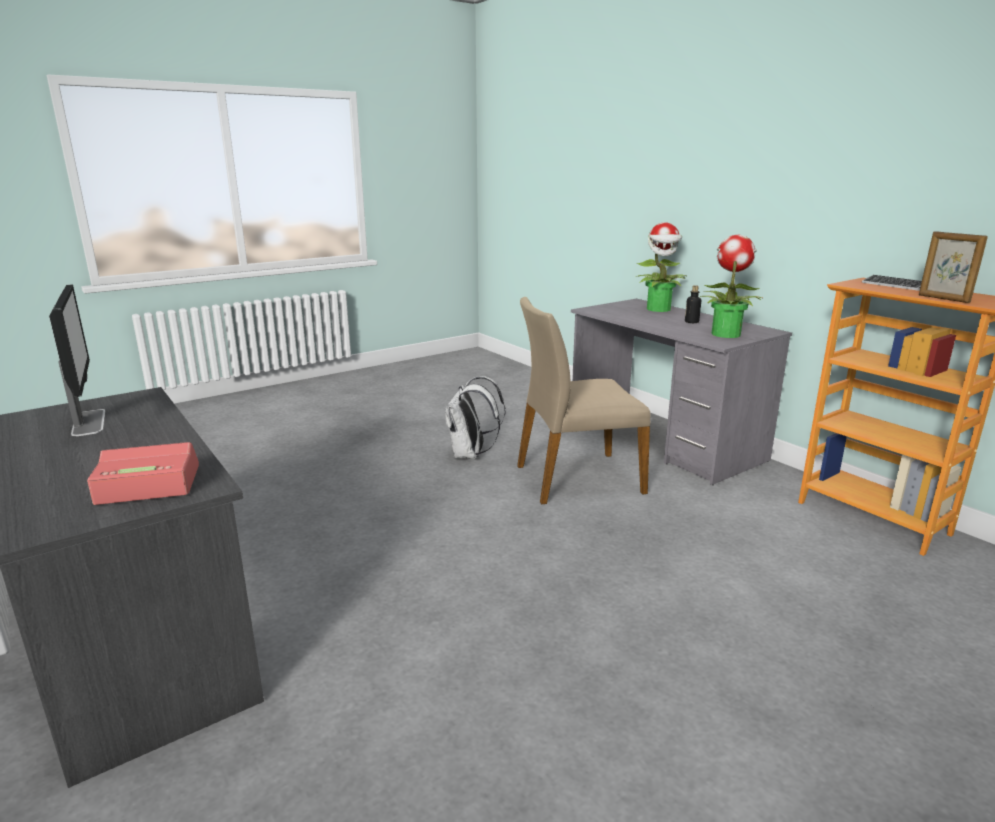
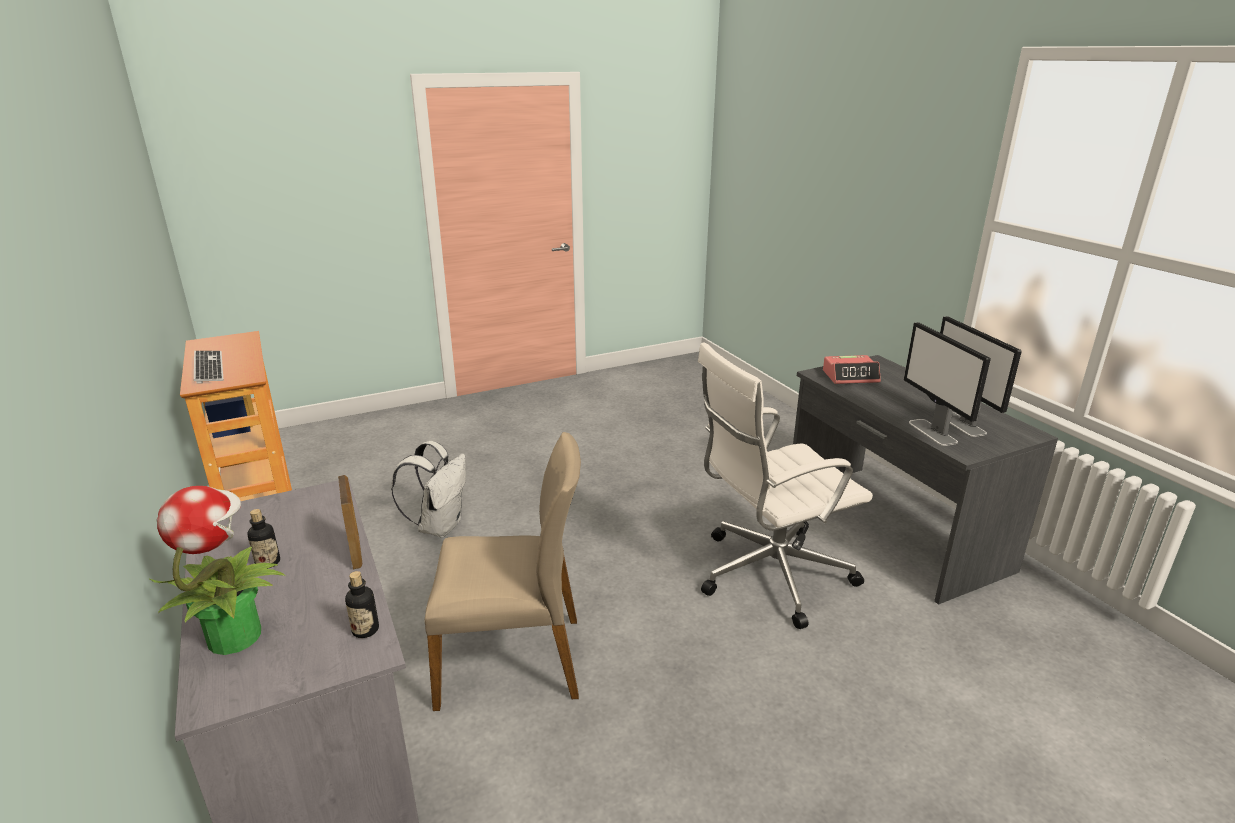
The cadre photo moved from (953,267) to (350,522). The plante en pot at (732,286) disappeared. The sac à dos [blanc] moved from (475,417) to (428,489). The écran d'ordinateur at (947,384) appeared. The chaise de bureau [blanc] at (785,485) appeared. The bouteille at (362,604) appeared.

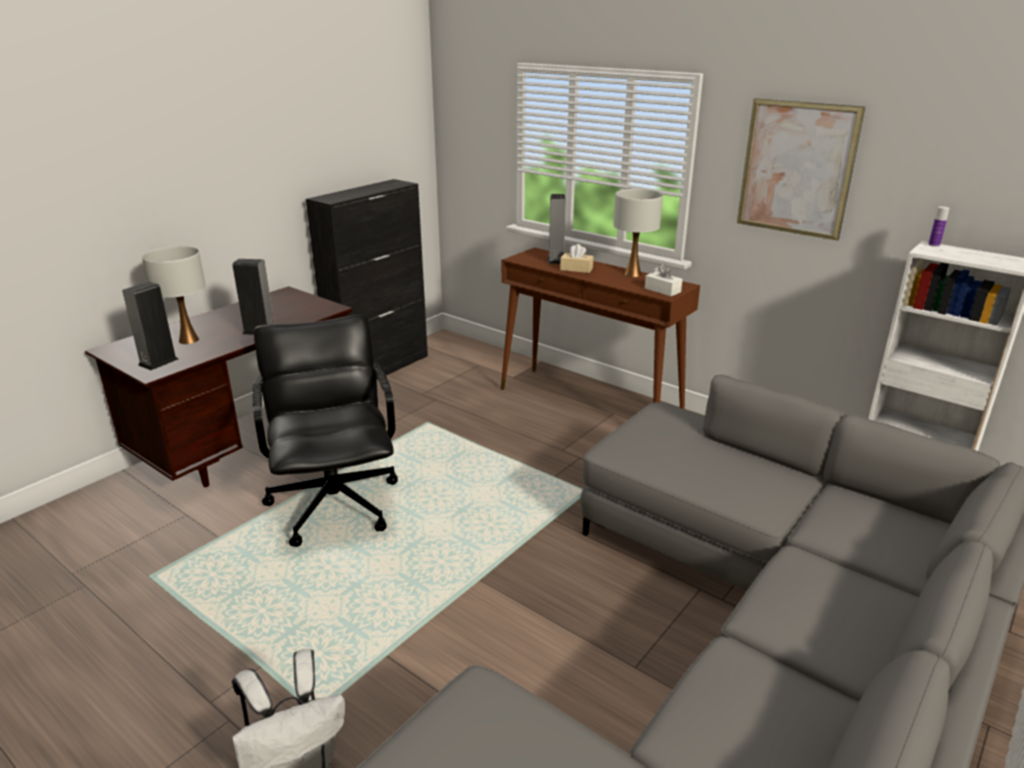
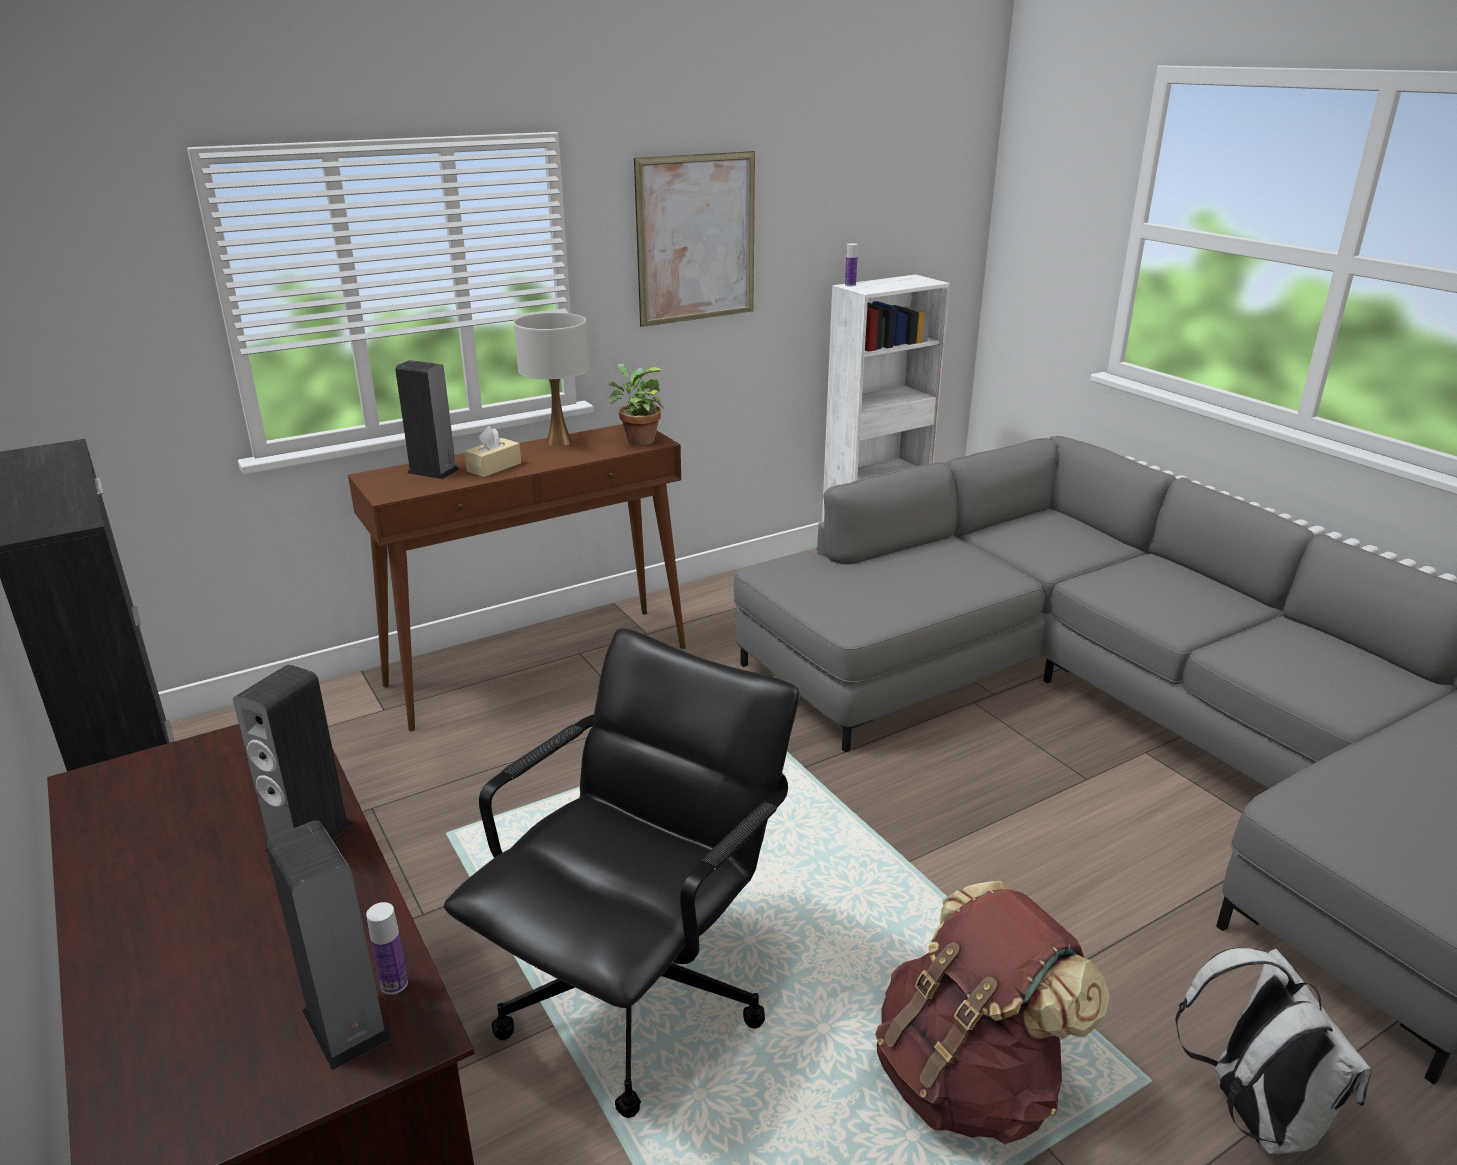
The lampe de table [blanc] at (174,295) disappeared. The boîte à mouchoirs [blanc] at (663,280) was replaced by the plante en pot at (636,404). The chaise de bureau [noir] at (325,431) turned 120 degrees clockwise. The sac à dos [marron] at (992,1013) appeared. The bouteille at (387,948) appeared.

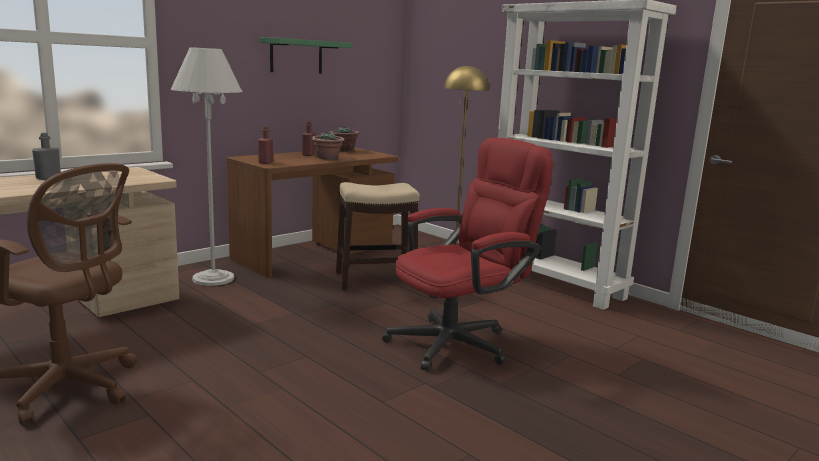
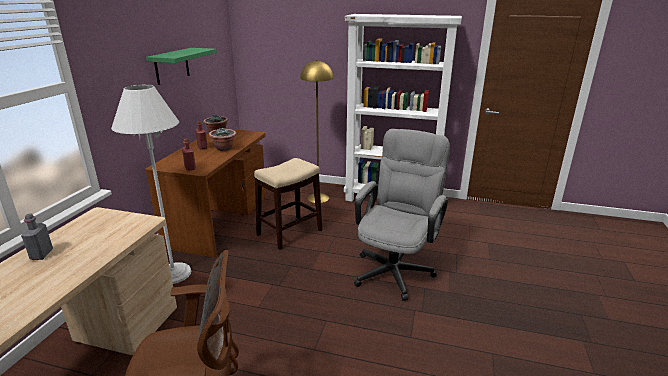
The chaise de bureau [rouge] at (467,254) became the chaise de bureau [gris] at (402,215).

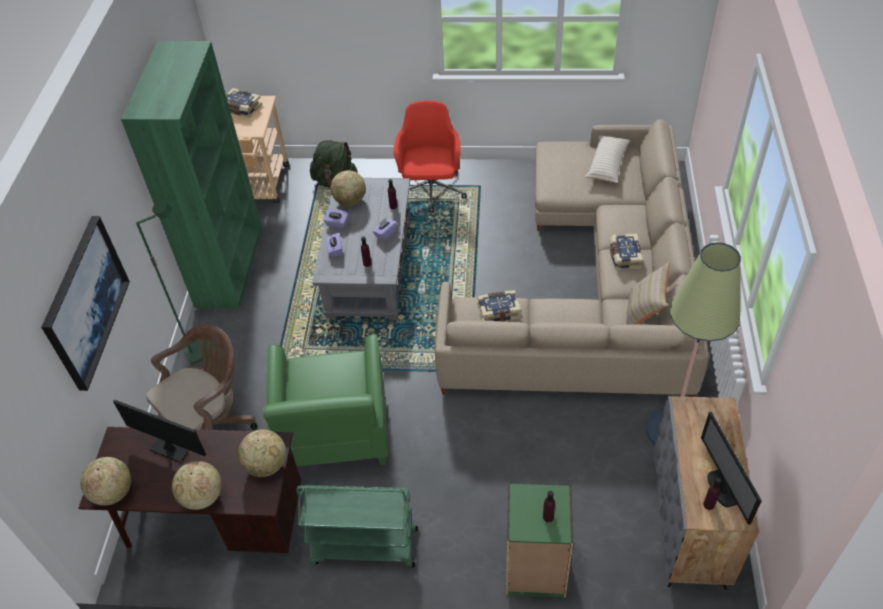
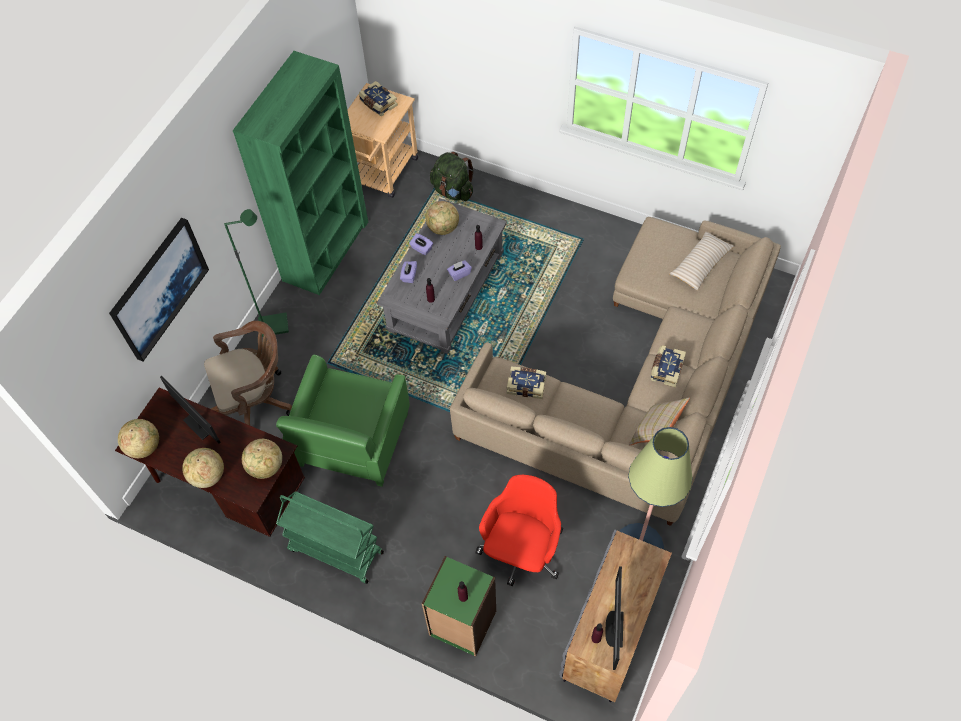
The chaise de bureau [rouge] moved from (430,156) to (519,530).

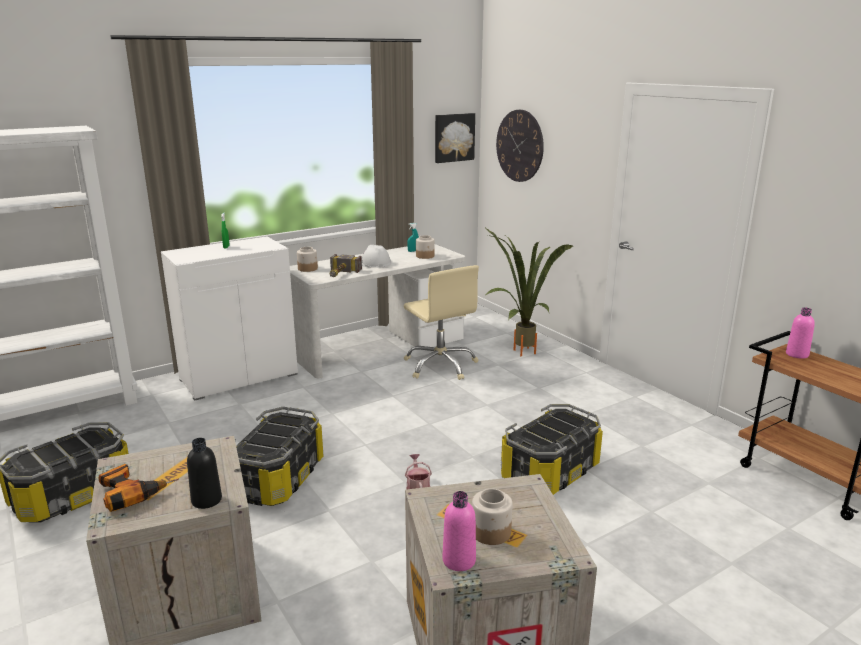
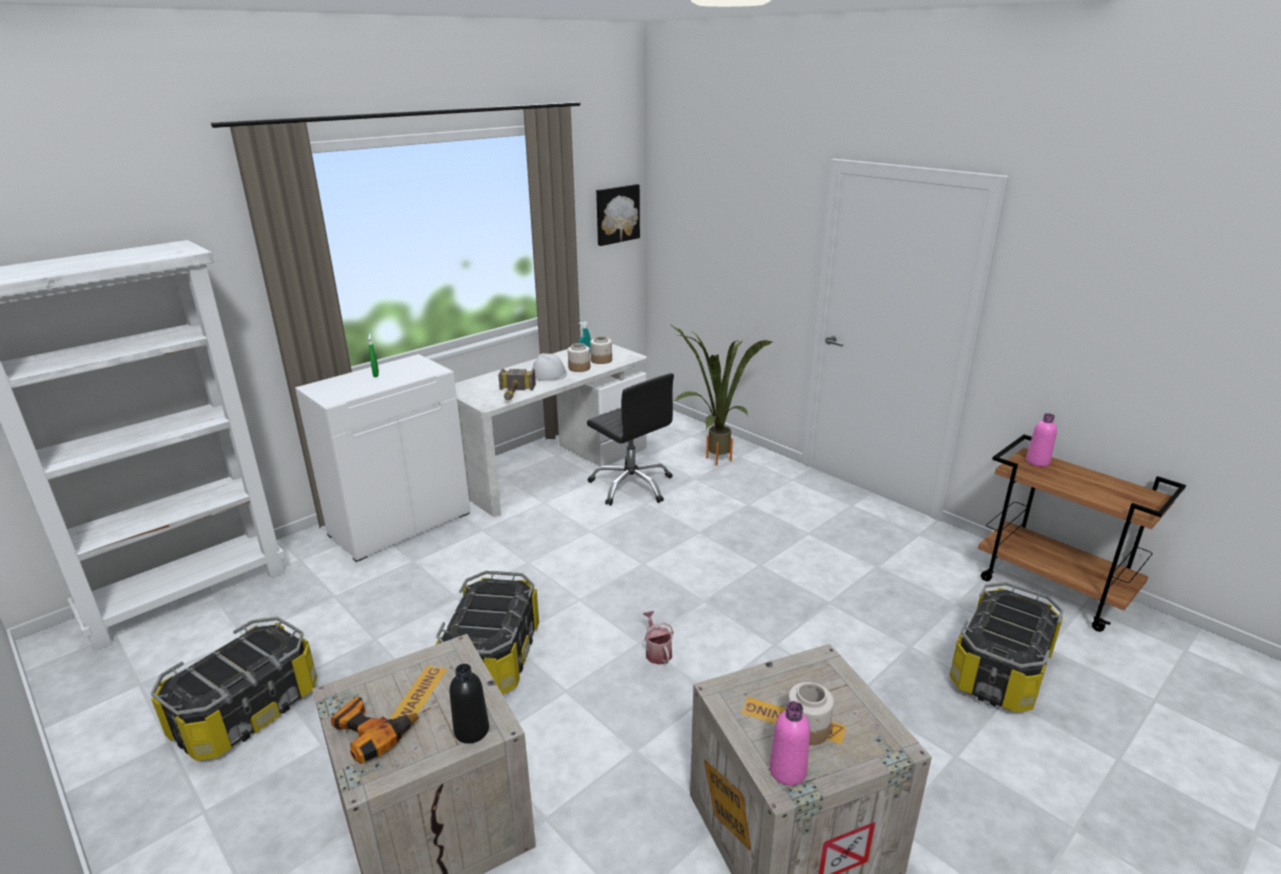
The horloge murale at (520,146) disappeared. The bocal moved from (307,259) to (579,357). The chaise de bureau [beige] at (441,322) became the chaise de bureau [noir] at (630,439). The boîte de rangement moved from (552,449) to (1006,647).

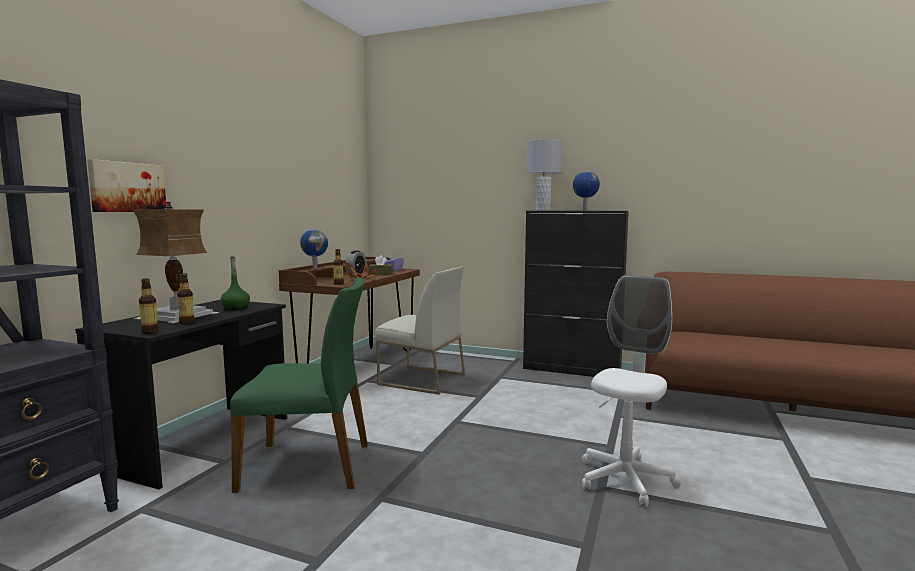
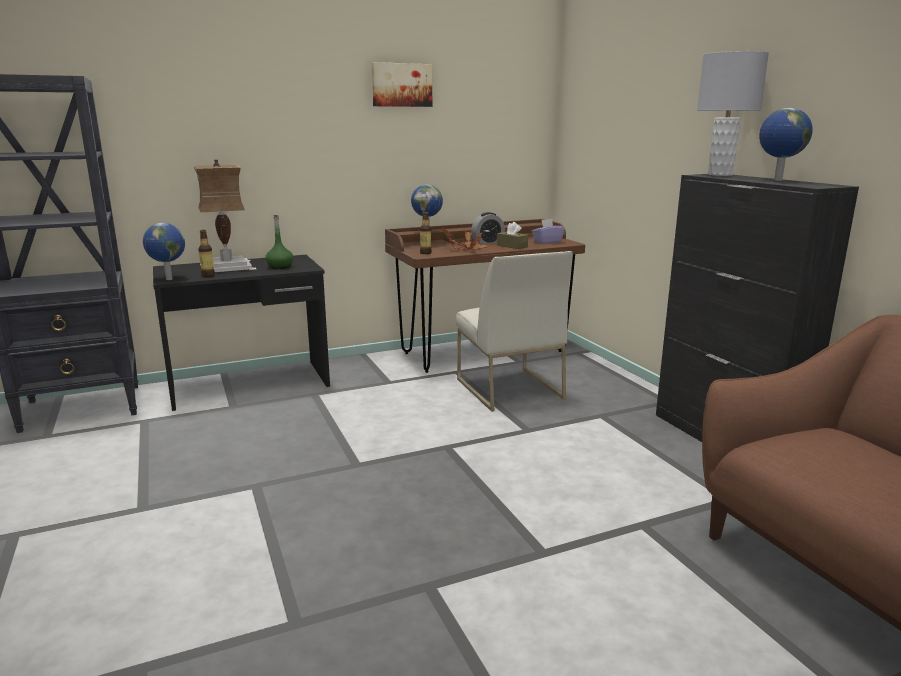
The tableau moved from (126,185) to (402,84). The chaise de bureau [blanc] at (631,391) disappeared. The chaise [vert] at (299,385) disappeared. The bouteille at (149,306) was replaced by the globe at (164,251).

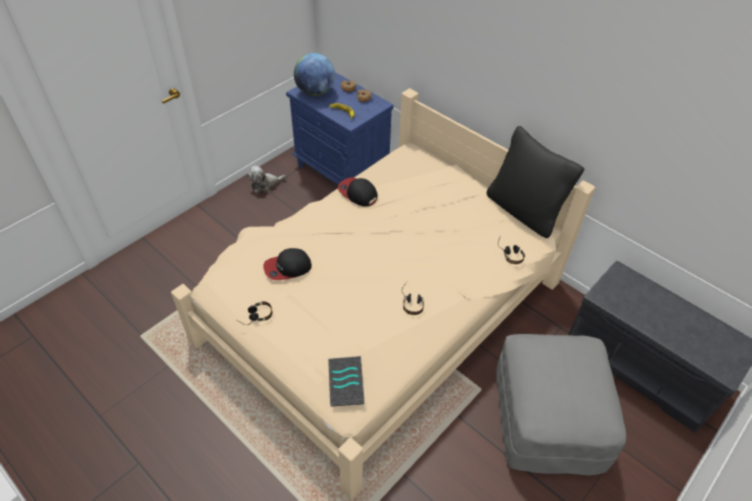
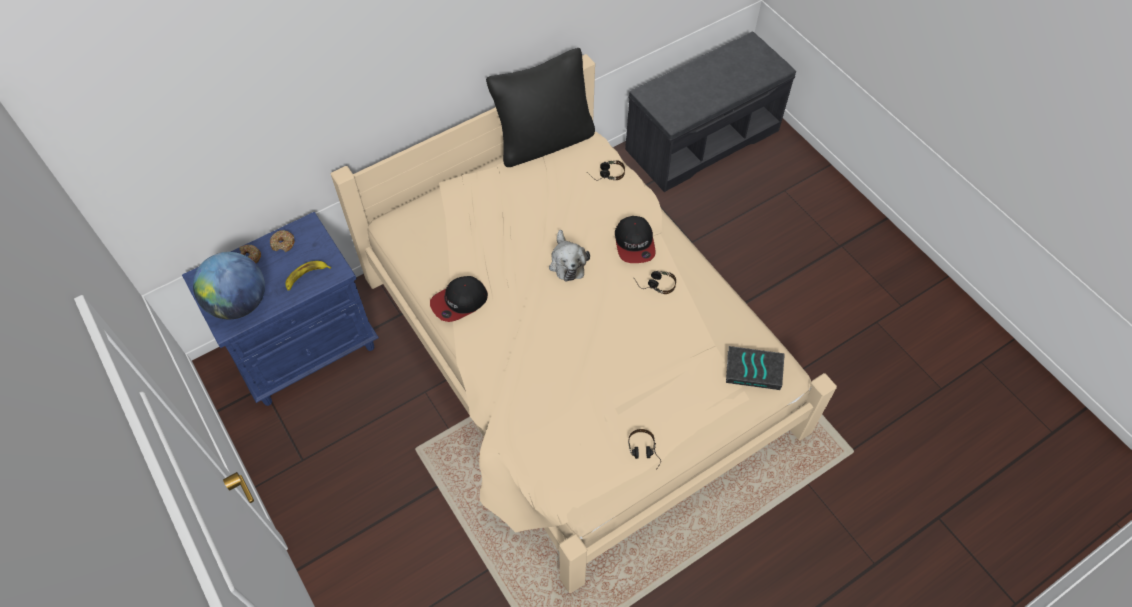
The peluche moved from (267,179) to (569,256). The casquette moved from (287,264) to (635,239). The pouf [gris] at (561,404) disappeared.

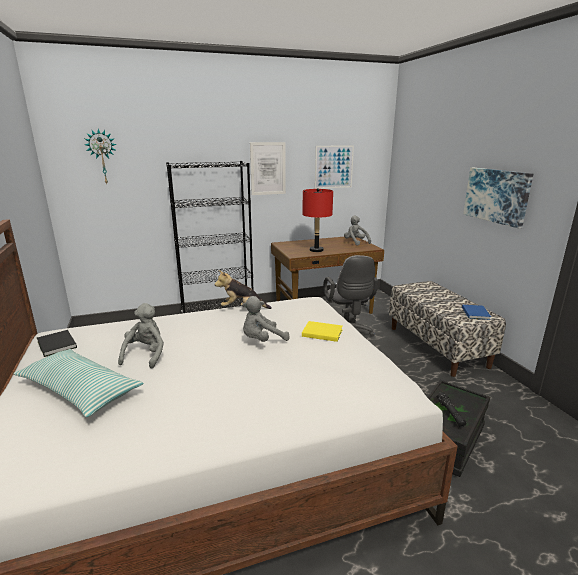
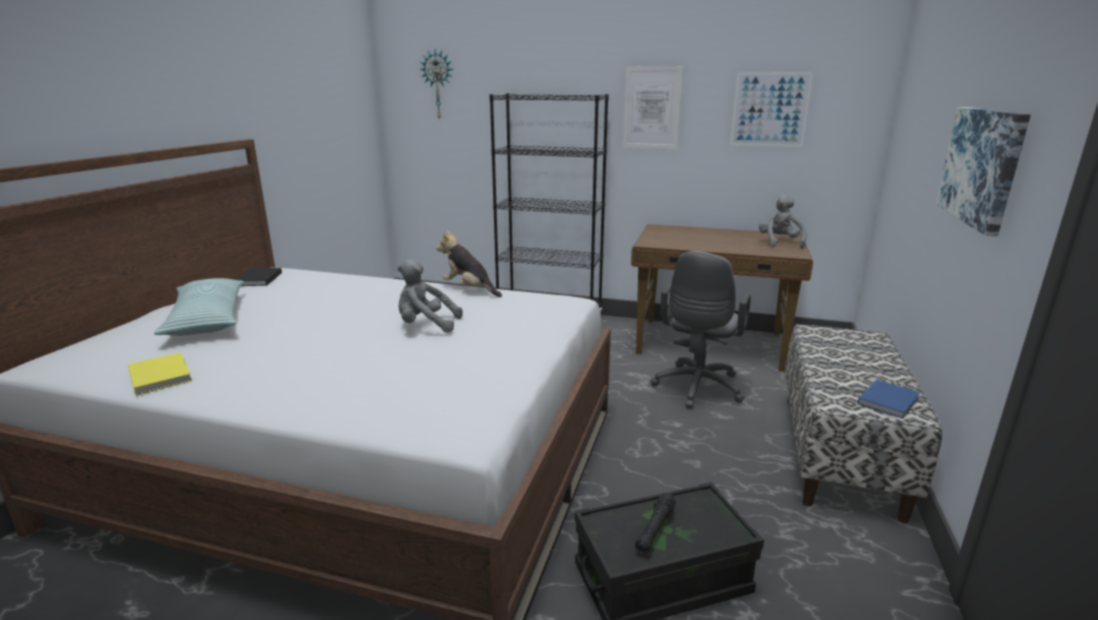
The lampe de table [rouge] at (317,220) disappeared. The peluche [gris] at (141,336) disappeared. The livre [jaune] moved from (322,331) to (160,374).

